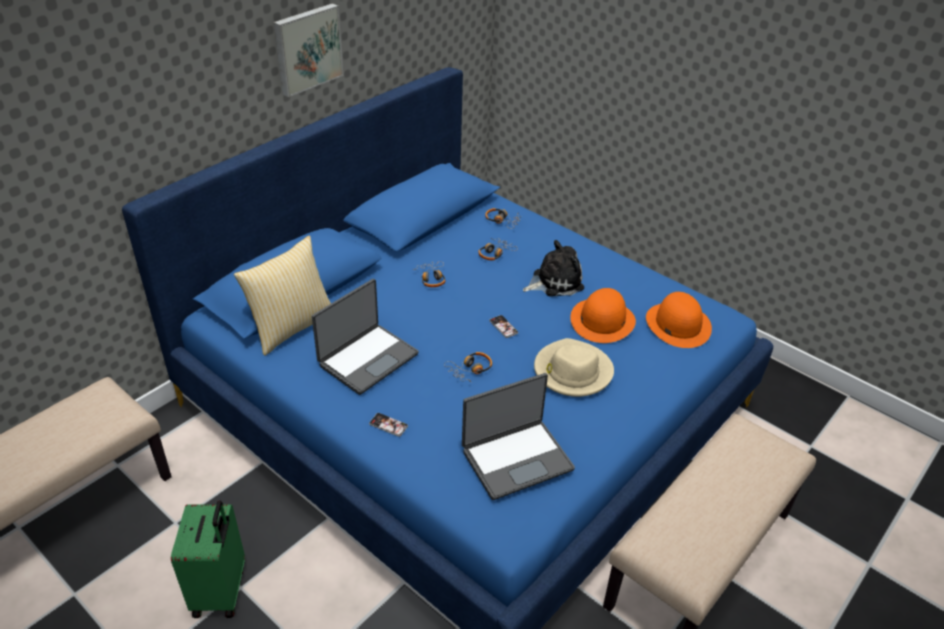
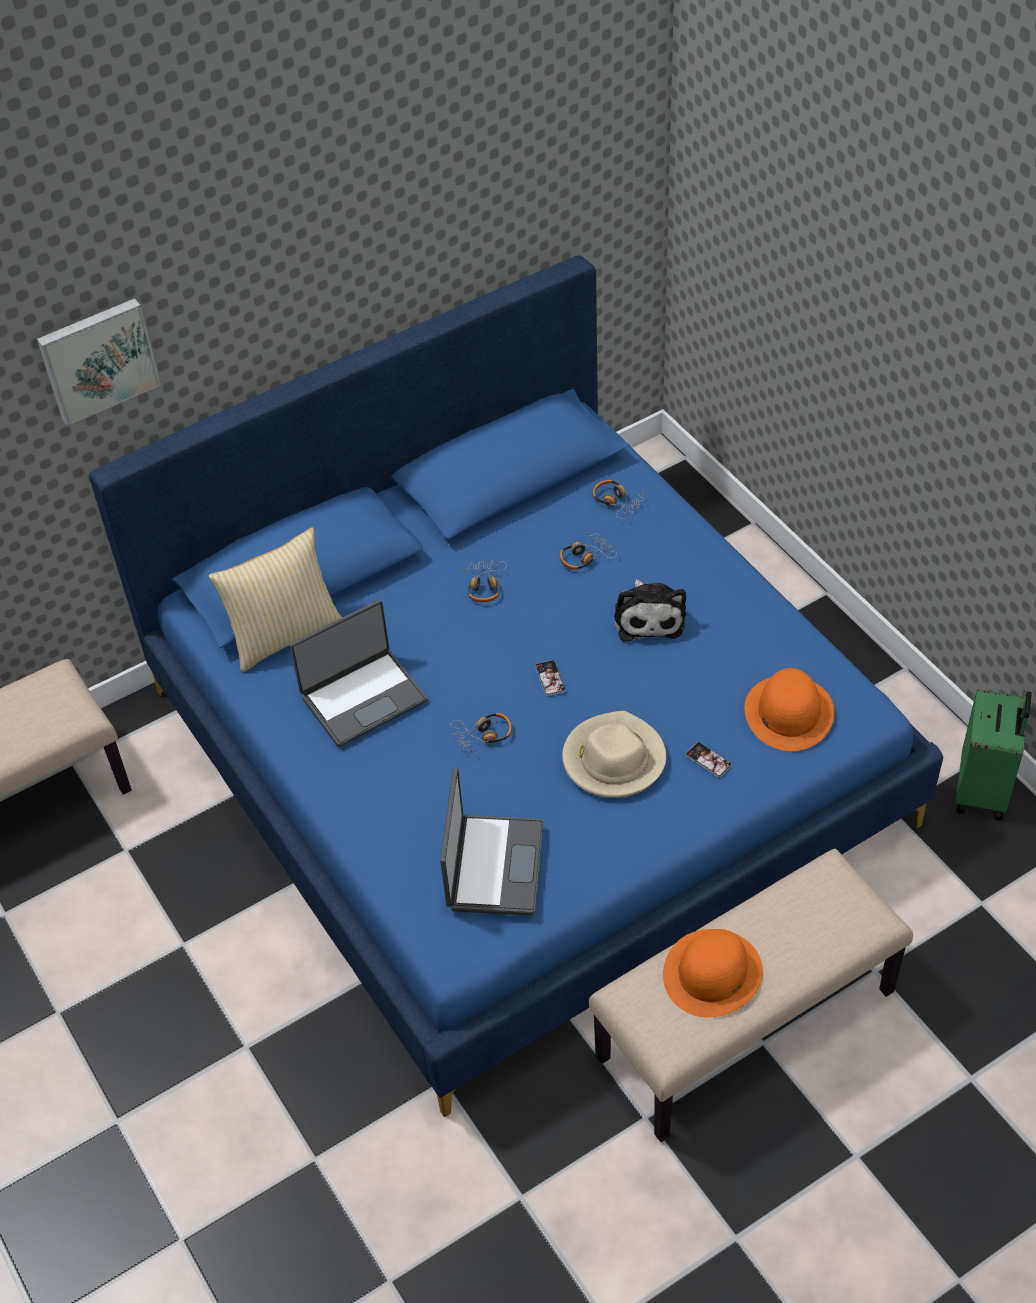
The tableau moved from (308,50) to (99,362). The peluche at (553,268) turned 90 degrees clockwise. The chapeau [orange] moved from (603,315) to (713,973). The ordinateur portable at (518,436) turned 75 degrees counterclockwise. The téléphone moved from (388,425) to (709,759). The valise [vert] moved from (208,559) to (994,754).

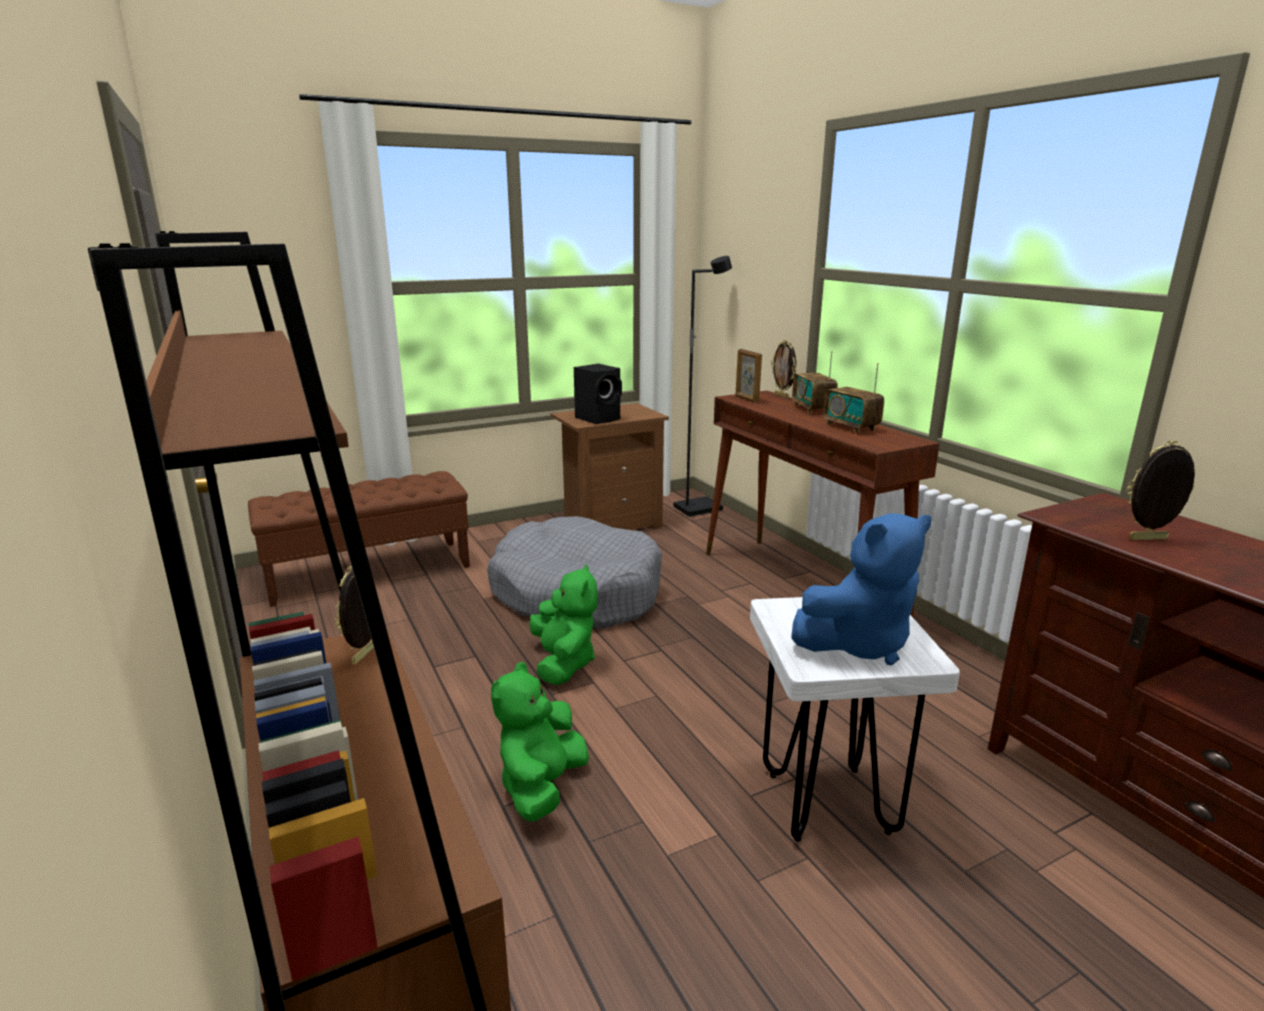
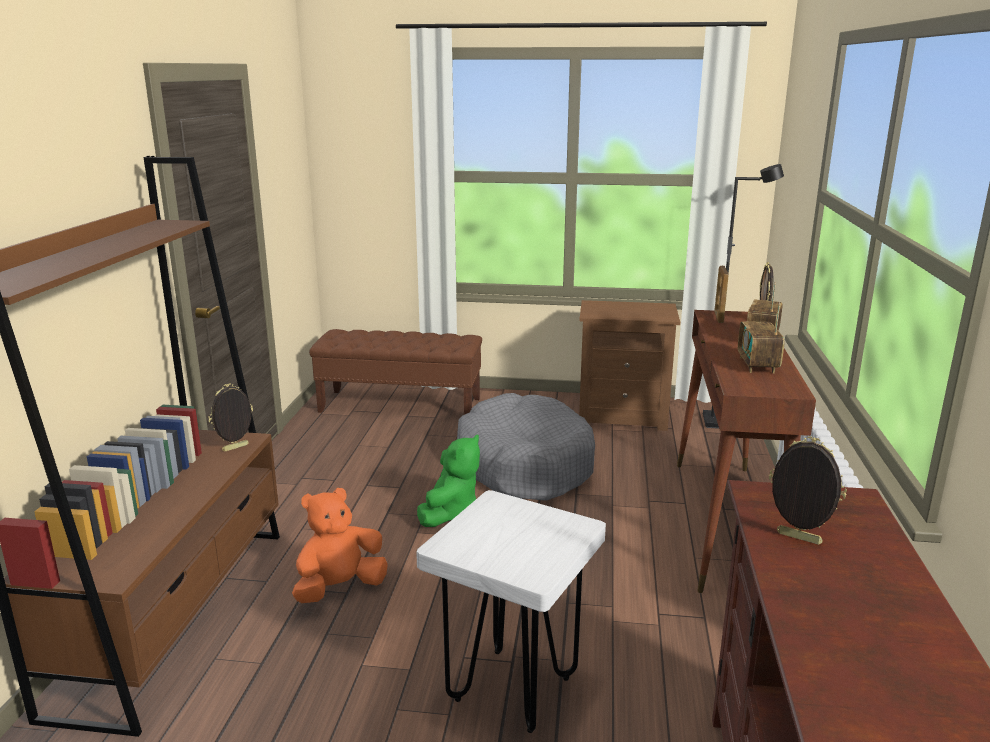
The enceinte [noir] at (598,394) disappeared. The peluche [bleu] at (861,589) disappeared. The peluche [vert] at (540,741) became the peluche [orange] at (340,545).

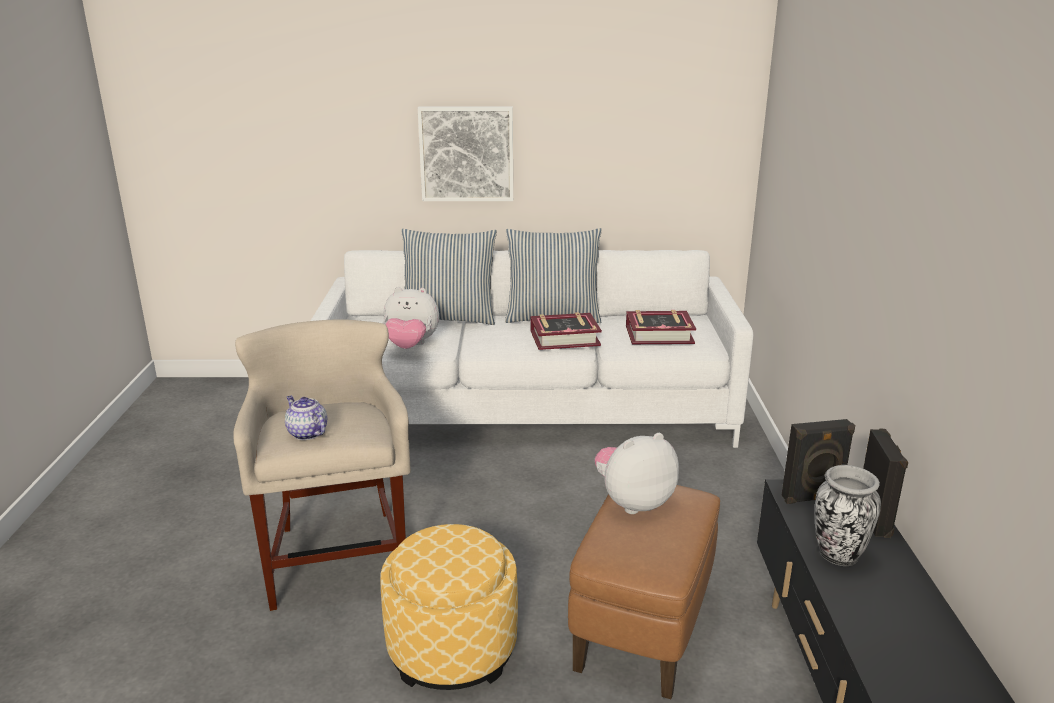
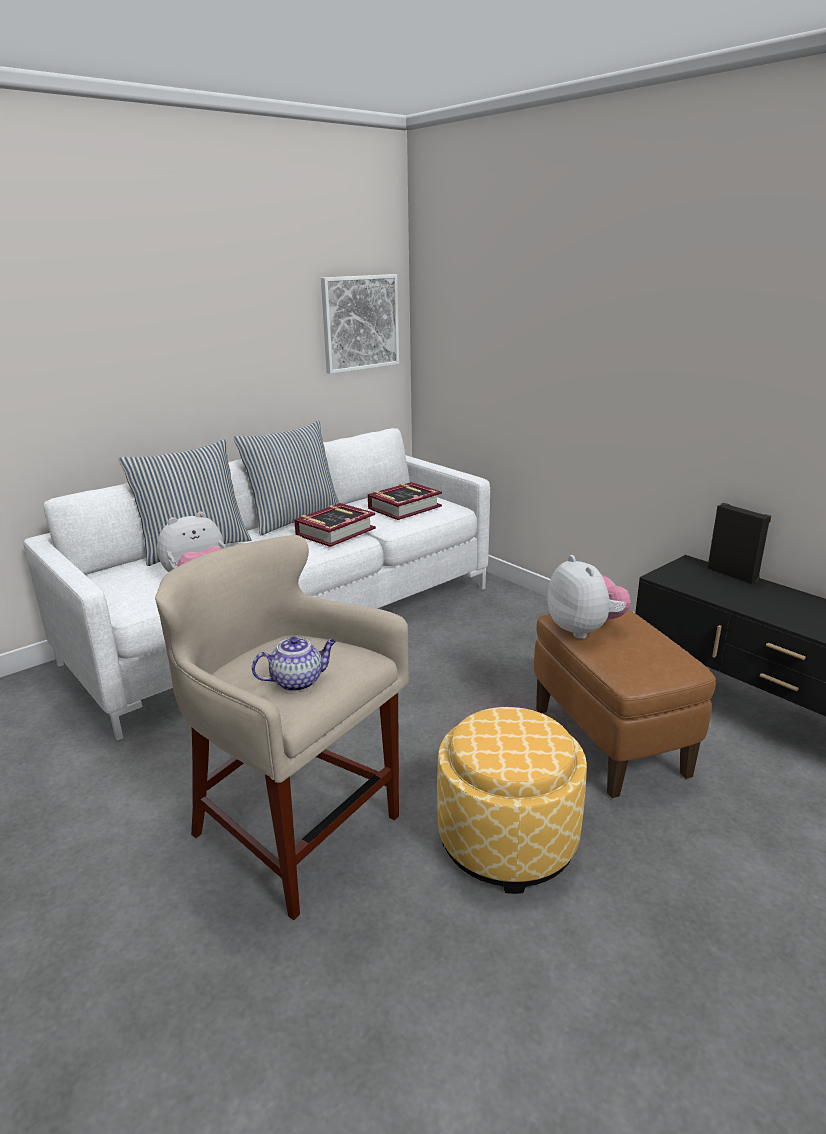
The tableau moved from (465,154) to (360,324). The théière at (306,418) turned 150 degrees clockwise. The enceinte [noir] at (818,461) disappeared. The peluche at (637,473) turned 135 degrees clockwise. The vase at (848,515) disappeared.

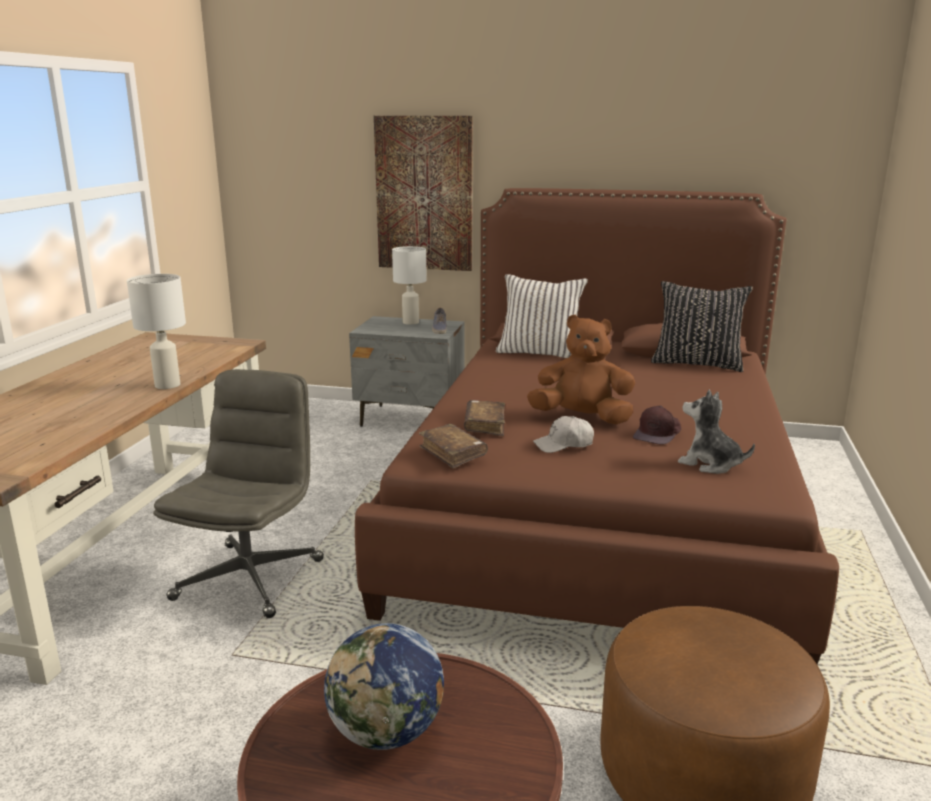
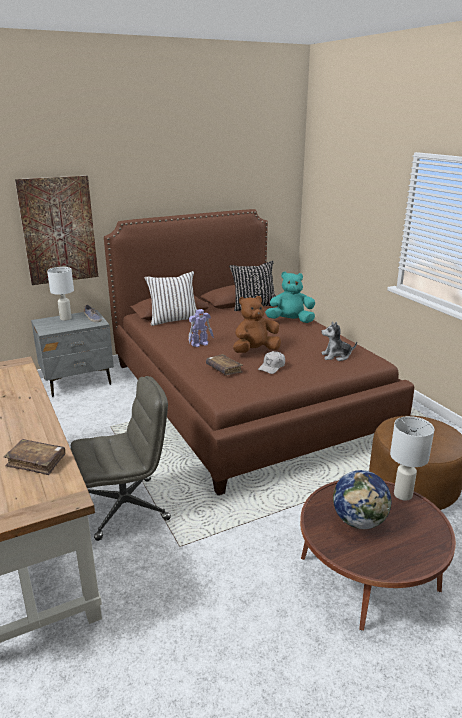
The lampe de table [blanc] moved from (156,331) to (412,458). The chaise de bureau [gris] at (238,493) turned 90 degrees clockwise. The casquette [marron] at (657,425) disappeared. The livre [marron] moved from (453,446) to (34,457). The peluche [turquoise] at (290,297) appeared. The robot jouet at (201,328) appeared.

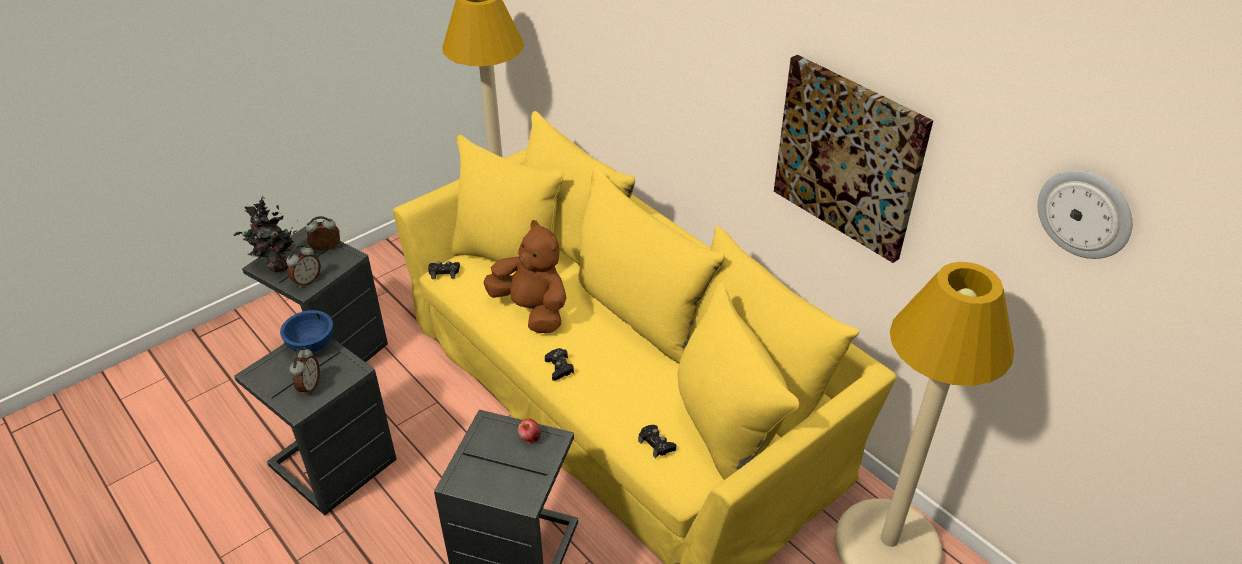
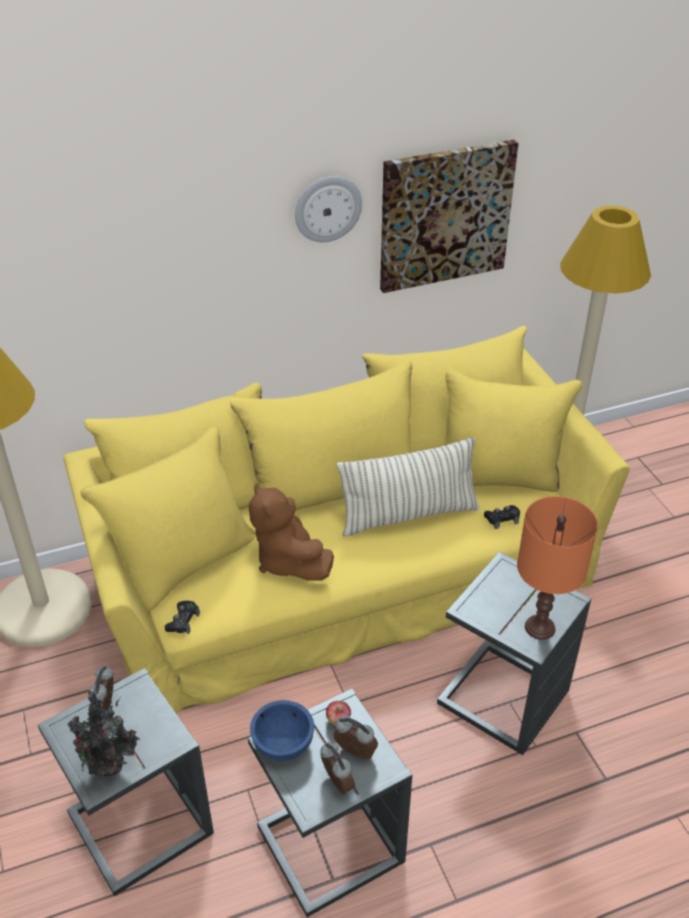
The horloge murale moved from (1085,214) to (328,209). The peluche [marron] at (524,276) turned 90 degrees counterclockwise. The réveil moved from (303,266) to (337,768). The manette [noir] at (559,364) disappeared. The pomme moved from (529,431) to (338,713). The coussin at (408,486) appeared. The lampe de table [orange] at (557,568) appeared.

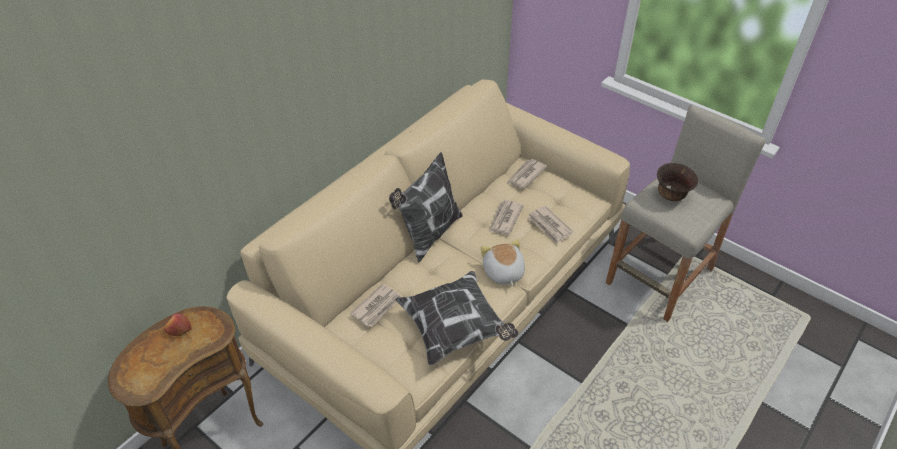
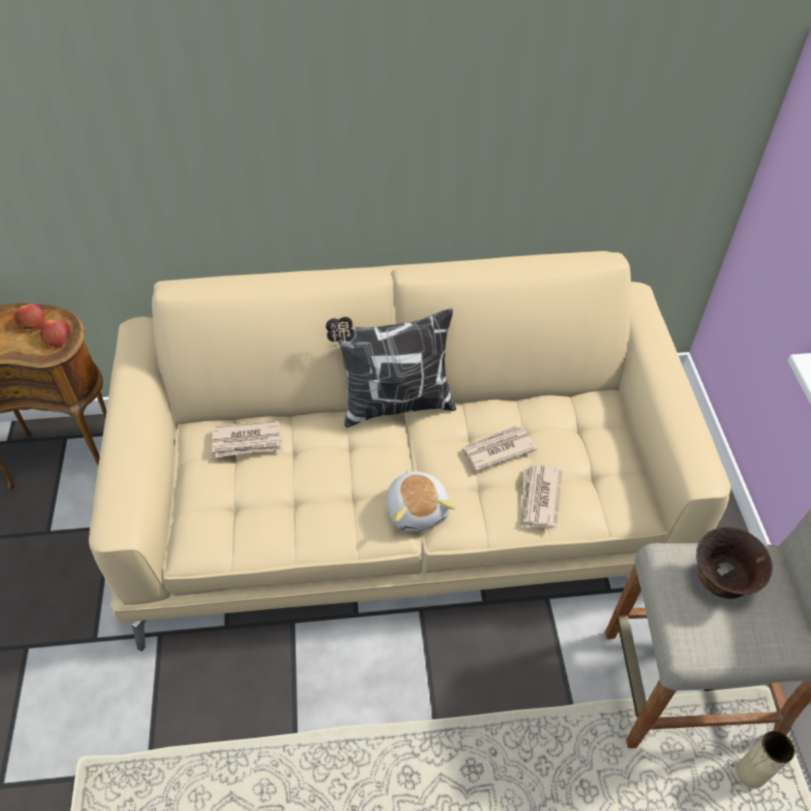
The journal at (527,174) disappeared. The peluche at (502,263) turned 135 degrees clockwise. The coussin at (457,318) disappeared. The pomme at (55,334) appeared. The vase [beige] at (765,759) appeared.

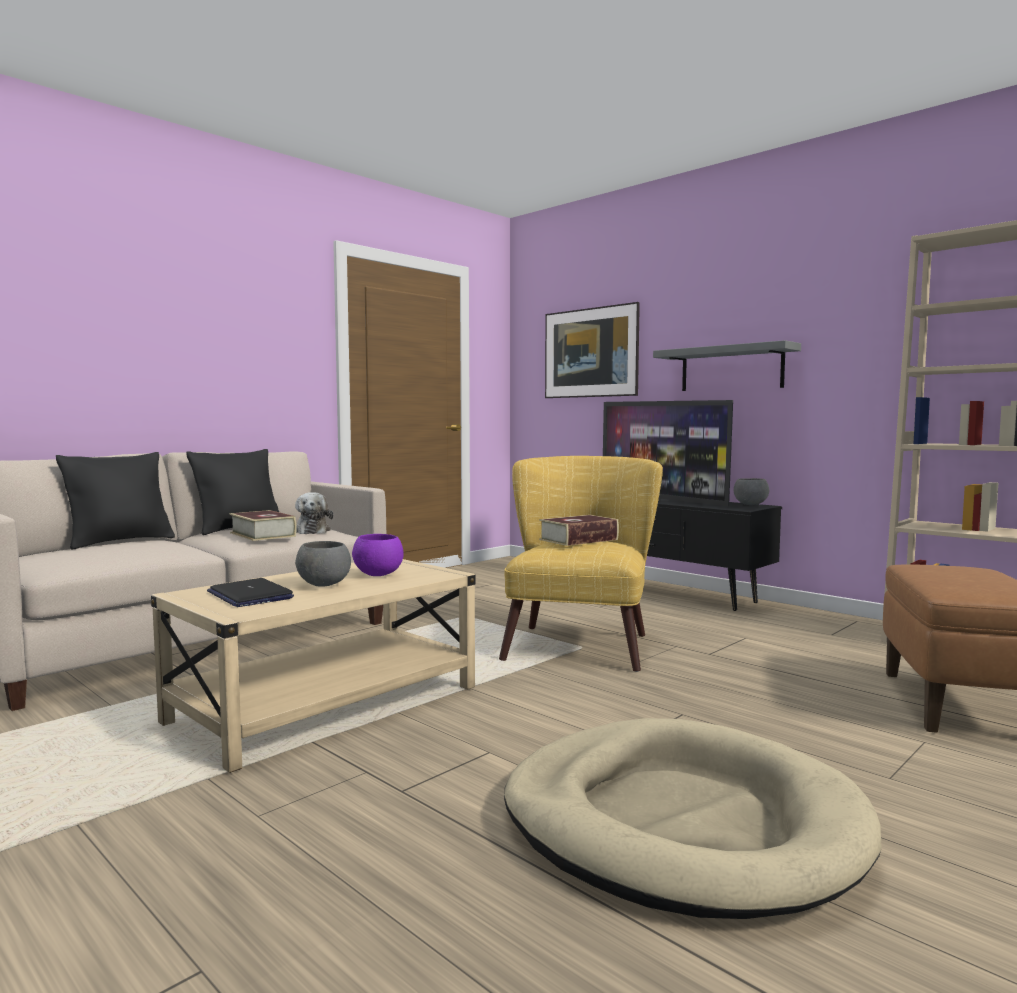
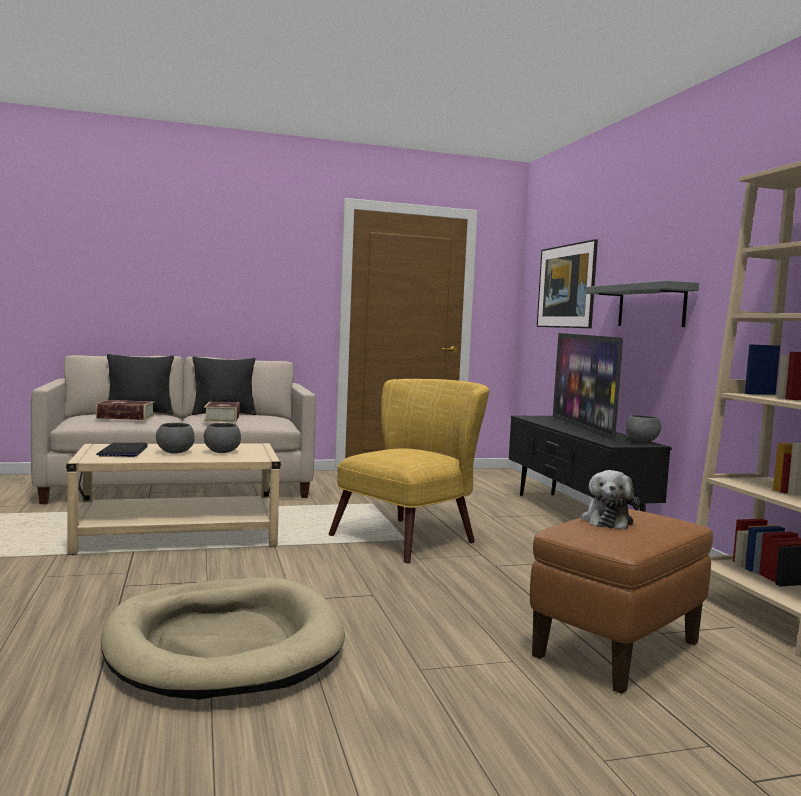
The peluche moved from (314,513) to (610,500). The livre moved from (579,530) to (125,410). The bol [violet] at (378,555) became the bol [gris] at (222,438).

